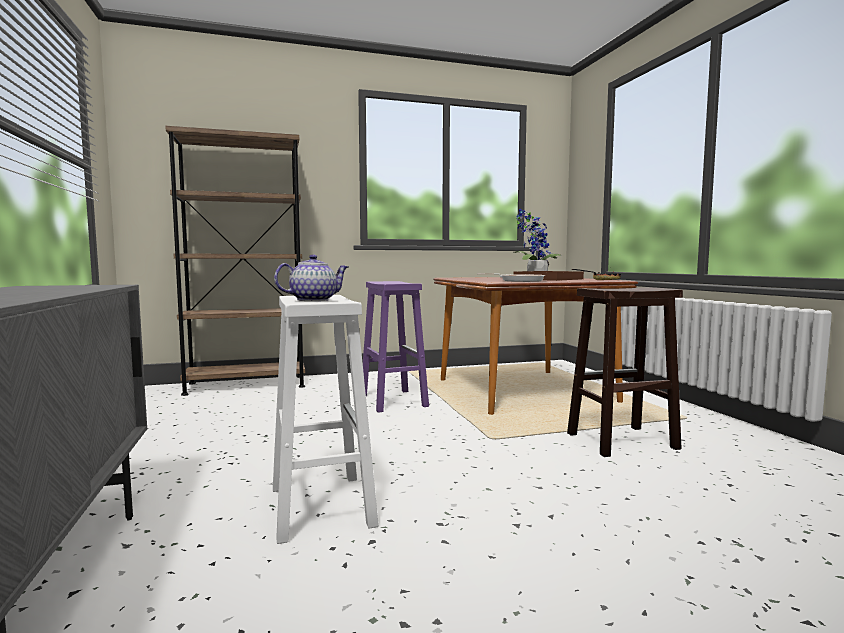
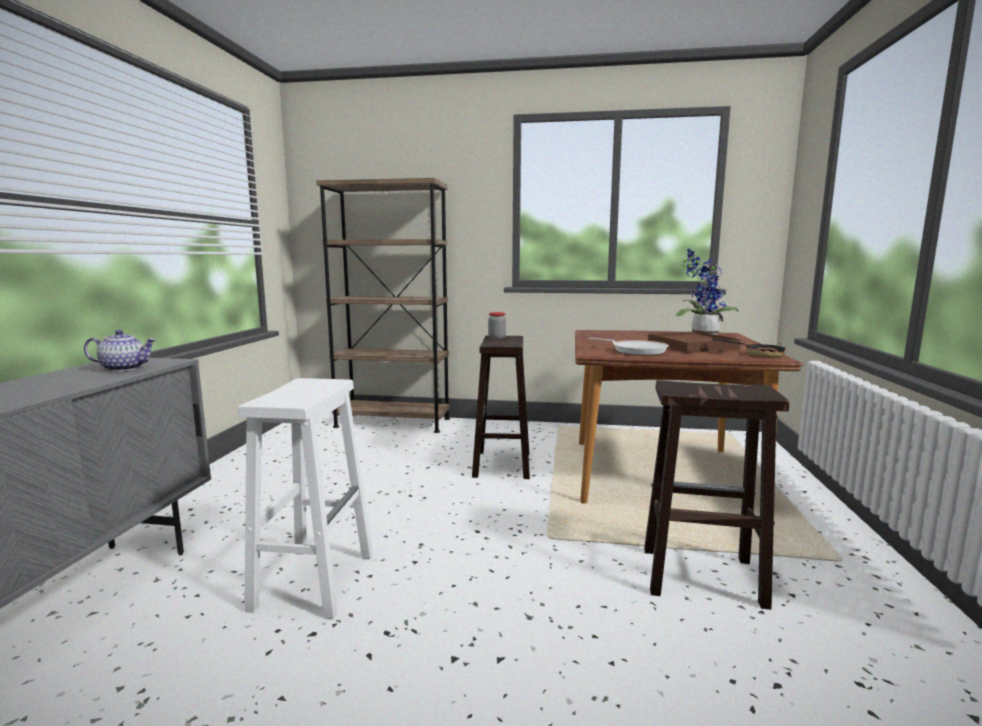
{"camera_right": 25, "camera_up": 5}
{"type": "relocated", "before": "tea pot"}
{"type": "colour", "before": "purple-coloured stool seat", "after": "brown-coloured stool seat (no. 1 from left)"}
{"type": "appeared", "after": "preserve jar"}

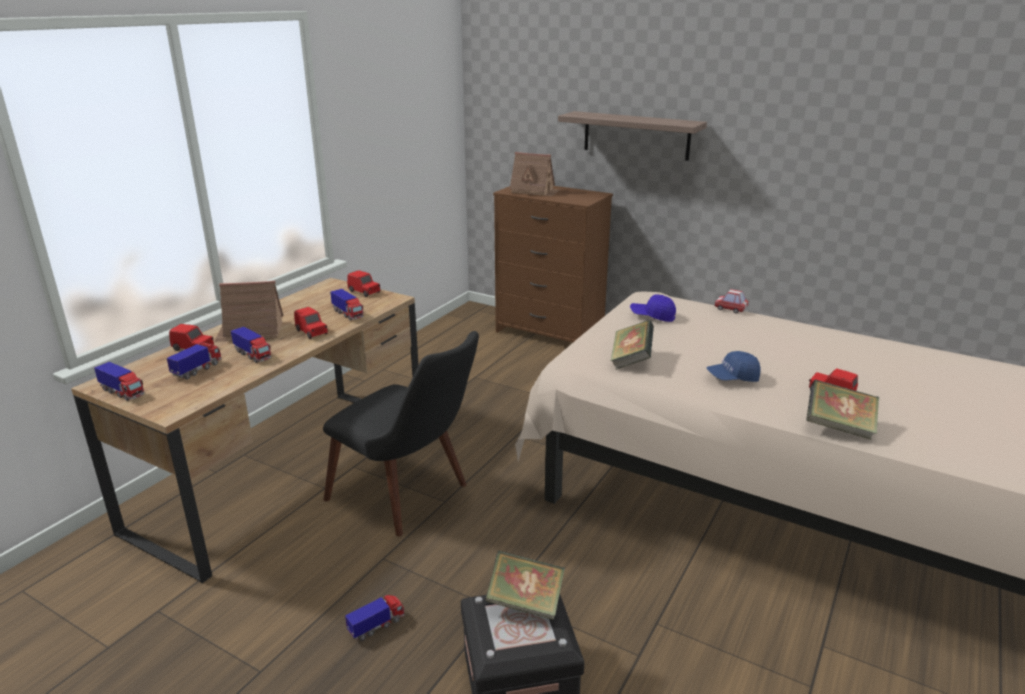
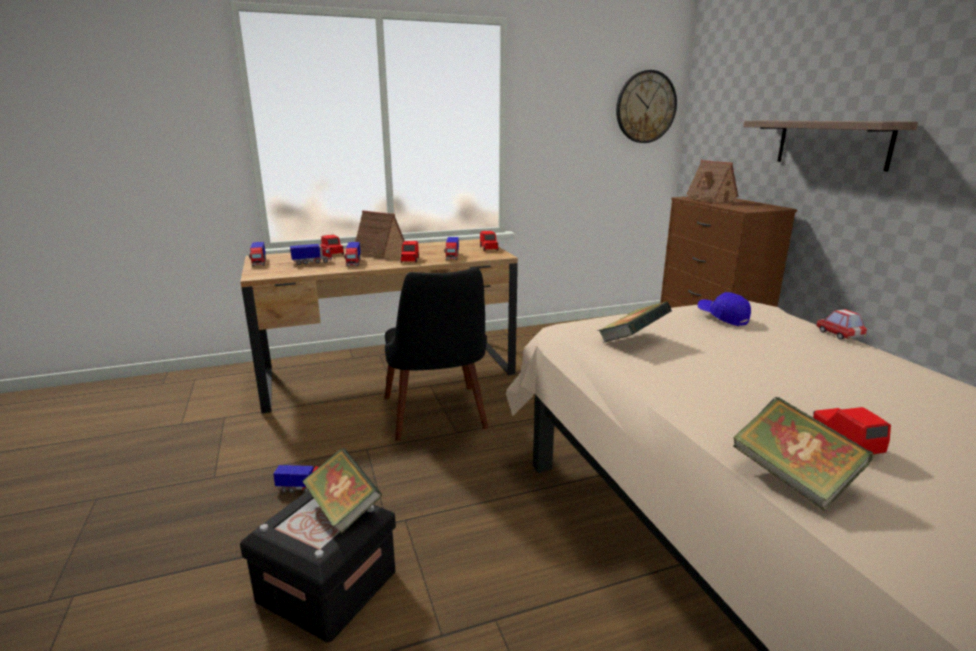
{"camera_right": 40, "camera_up": -5}
{"type": "missing", "before": "bluish cap (no. 2 from left)"}
{"type": "appeared", "after": "hanging clock"}

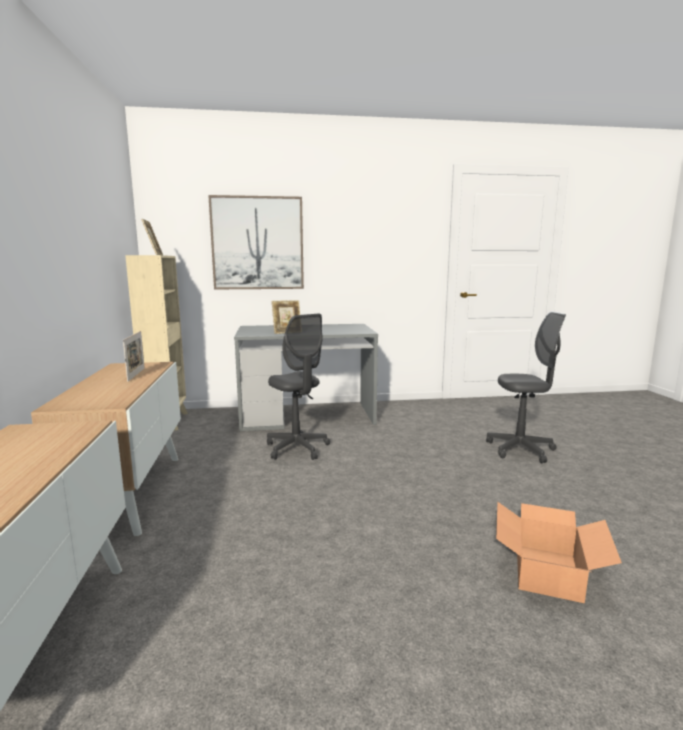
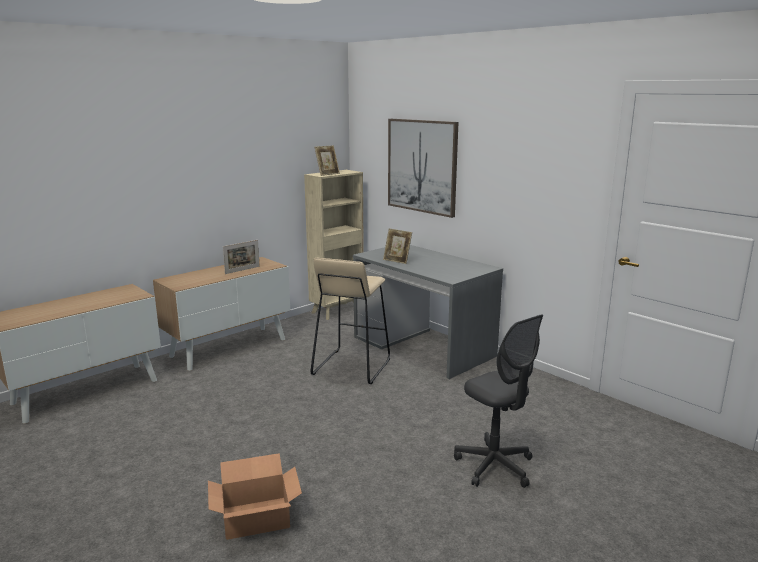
{"camera_right": 55, "camera_up": 5}
{"type": "exchanged", "before": "gray office chair (no. 1 from left)", "after": "beige stool seat"}

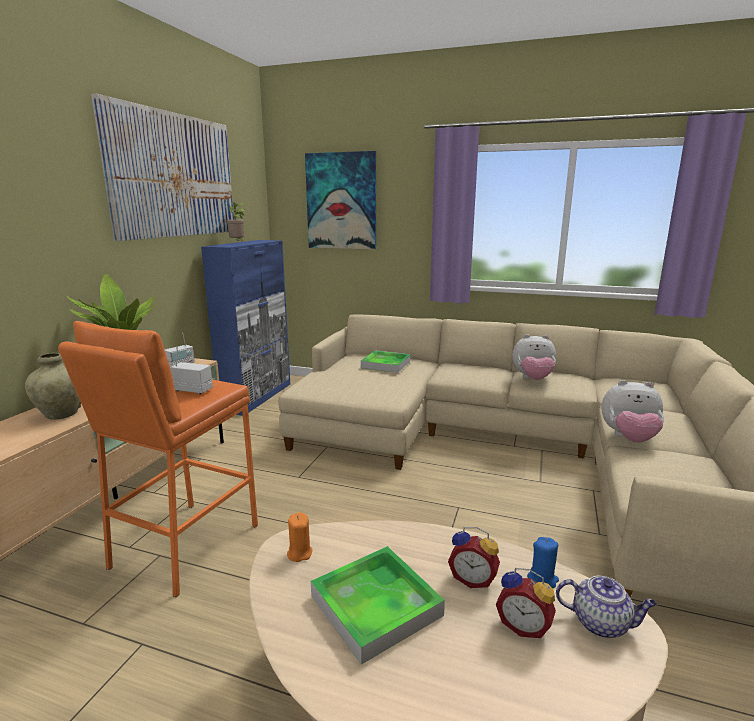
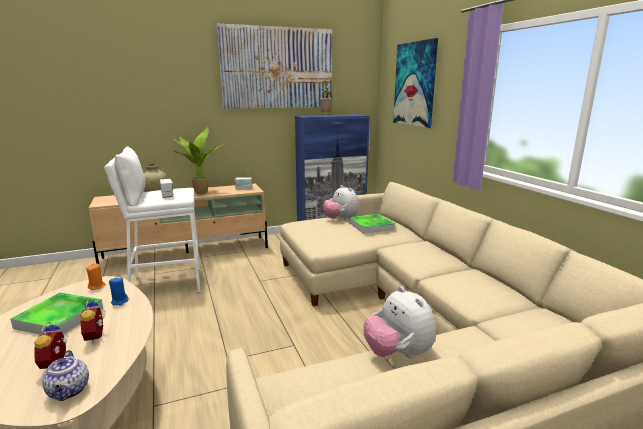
{"camera_right": 50, "camera_up": 0}
{"type": "colour", "before": "orange-coloured stool seat", "after": "white-coloured stool seat"}
{"type": "relocated", "before": "cuddly toy (no. 1 from left)"}
{"type": "relocated", "before": "bluish candle"}

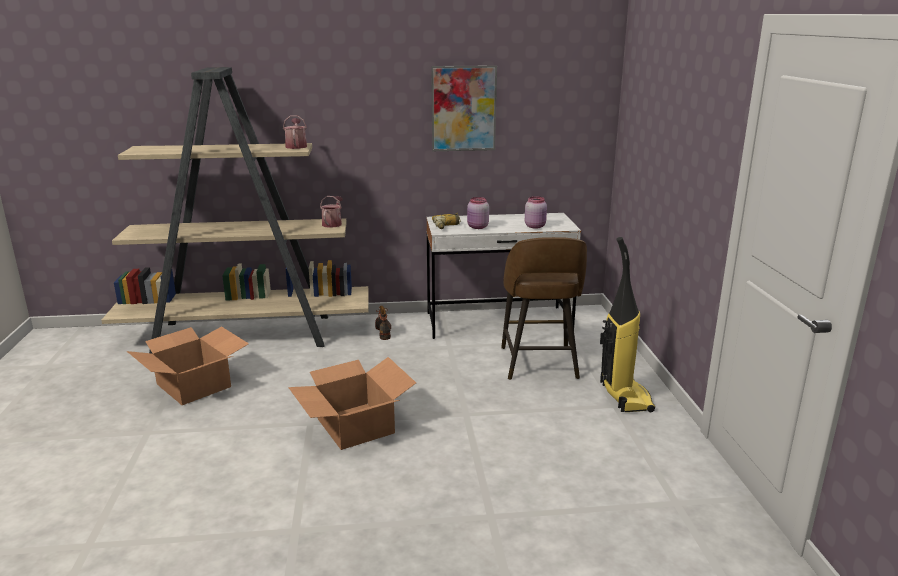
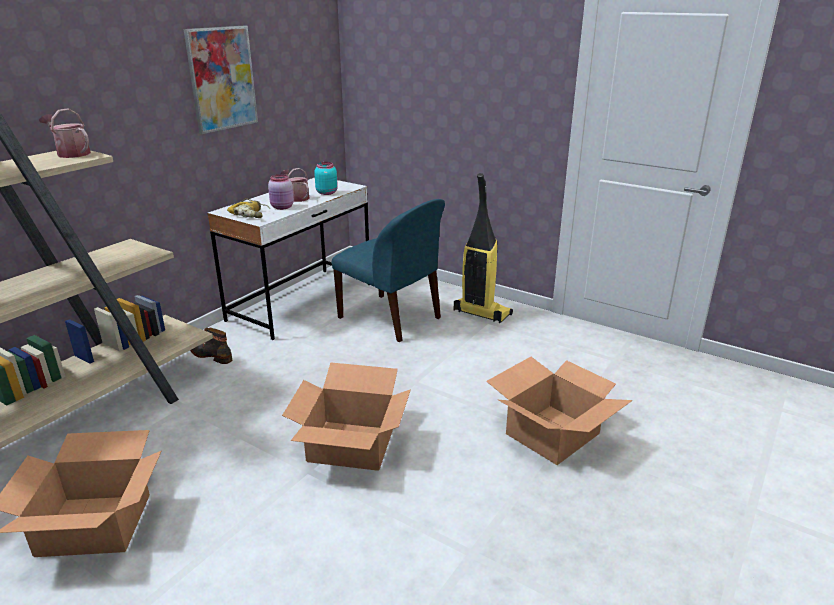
{"camera_right": -50, "camera_up": 5}
{"type": "relocated", "before": "watering can (no. 2 from left)"}
{"type": "colour", "before": "pinkish preserve jar (no. 2 from left)", "after": "turquoise preserve jar"}
{"type": "exchanged", "before": "brown-coloured stool seat", "after": "bluish plain chair"}
{"type": "appeared", "after": "cardboard box (no. 3 from left)"}

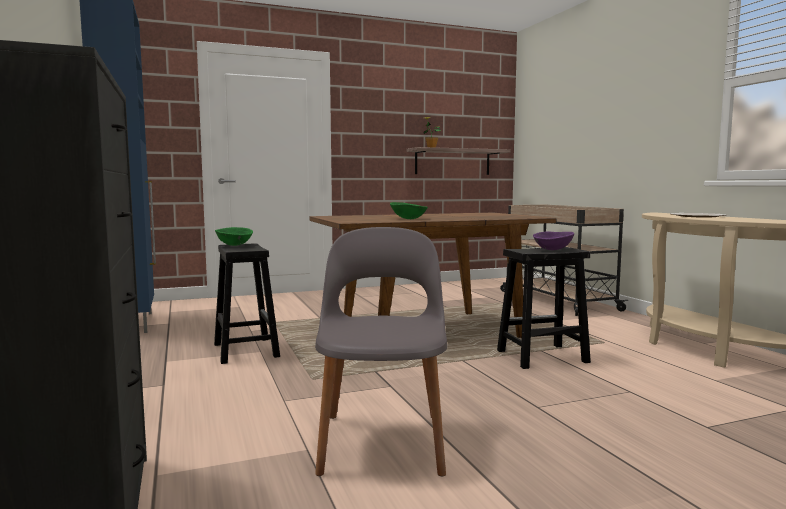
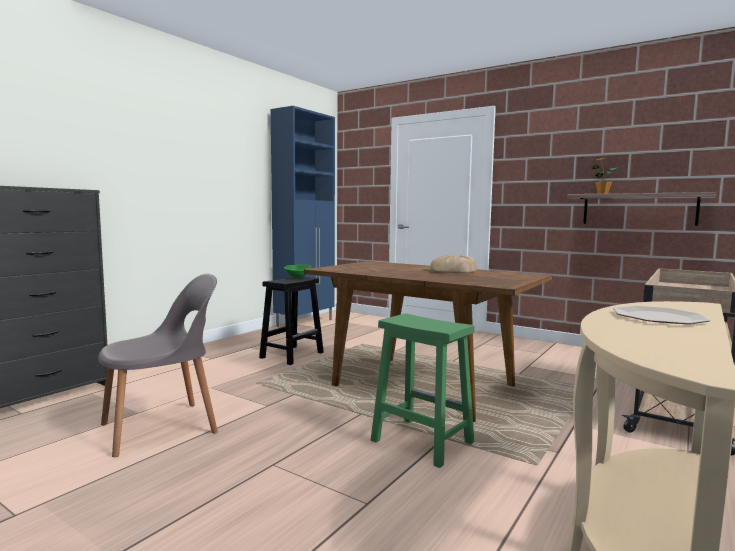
{"camera_right": 55, "camera_up": 0}
{"type": "missing", "before": "greenish bowl (no. 2 from left)"}
{"type": "missing", "before": "purple-coloured bowl"}
{"type": "colour", "before": "blackish stool seat (no. 2 from left)", "after": "greenish stool seat"}
{"type": "appeared", "after": "bakery bread"}

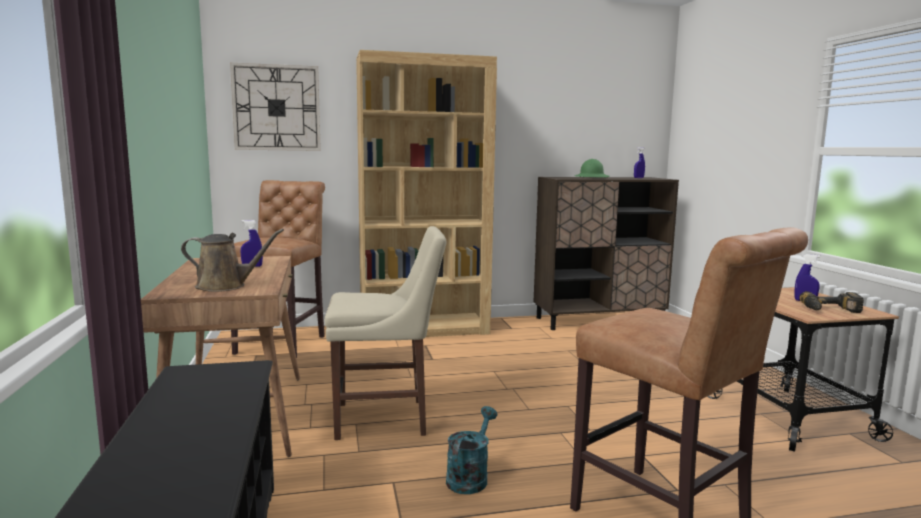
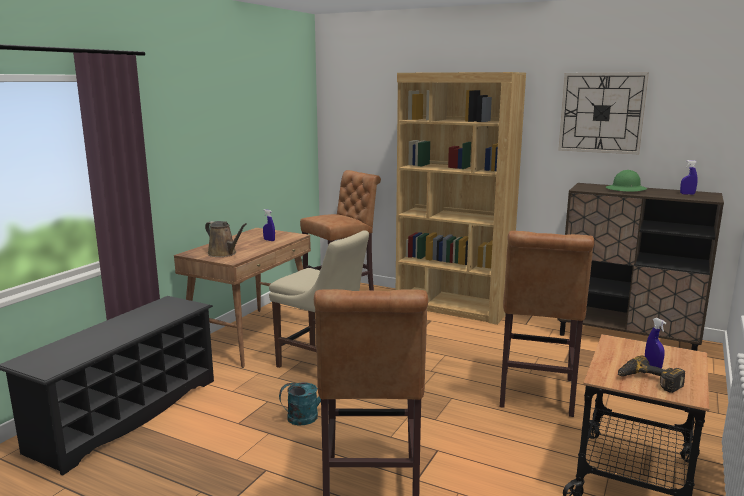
{"camera_right": 40, "camera_up": 5}
{"type": "relocated", "before": "hanging clock"}
{"type": "appeared", "after": "brown-coloured stool seat (no. 3 from left)"}

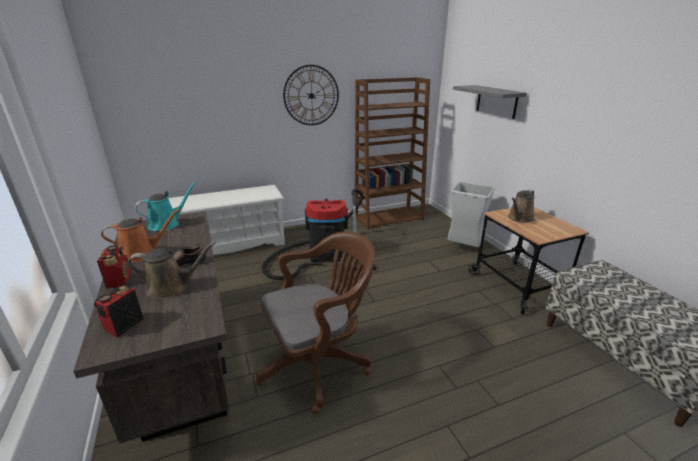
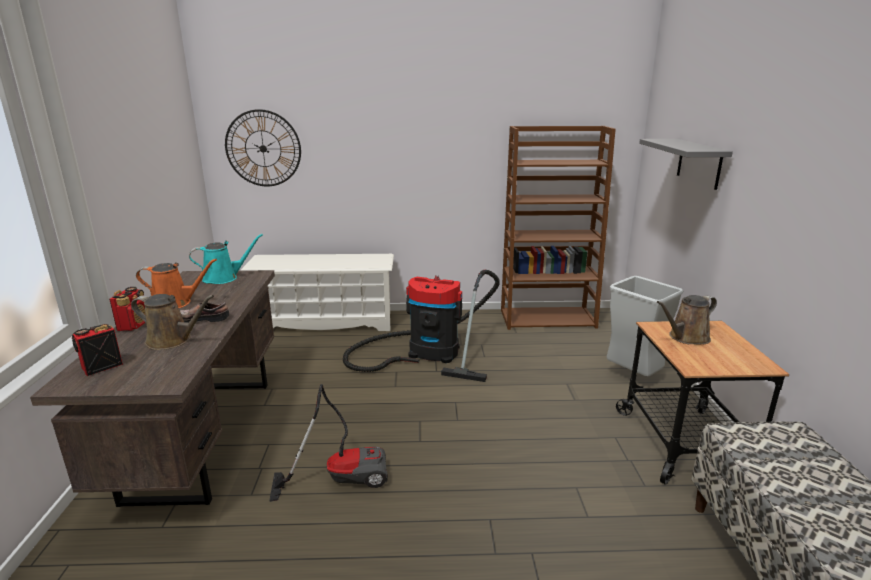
{"camera_right": 20, "camera_up": -5}
{"type": "relocated", "before": "hanging clock"}
{"type": "exchanged", "before": "brown-coloured office chair", "after": "vacuum cleaner (no. 1 from left)"}

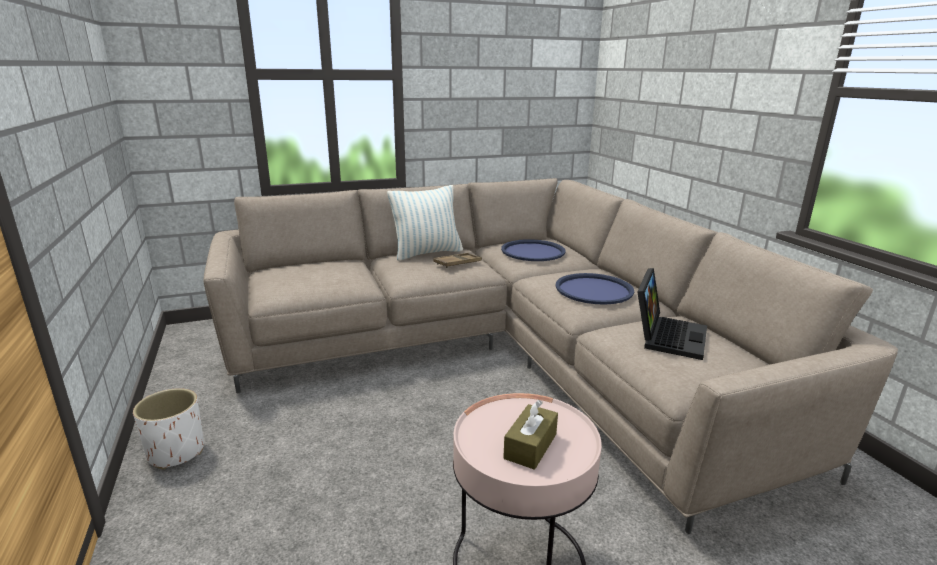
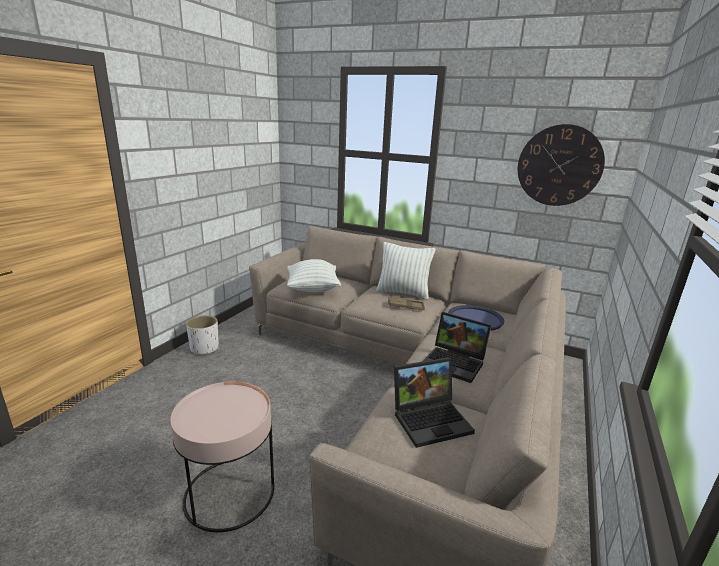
{"camera_right": 45, "camera_up": 0}
{"type": "exchanged", "before": "bluish carrying tray (no. 2 from left)", "after": "portable computer (no. 2 from left)"}
{"type": "missing", "before": "brown-coloured tissue holder"}
{"type": "appeared", "after": "hanging clock"}
{"type": "appeared", "after": "pillow (no. 1 from left)"}

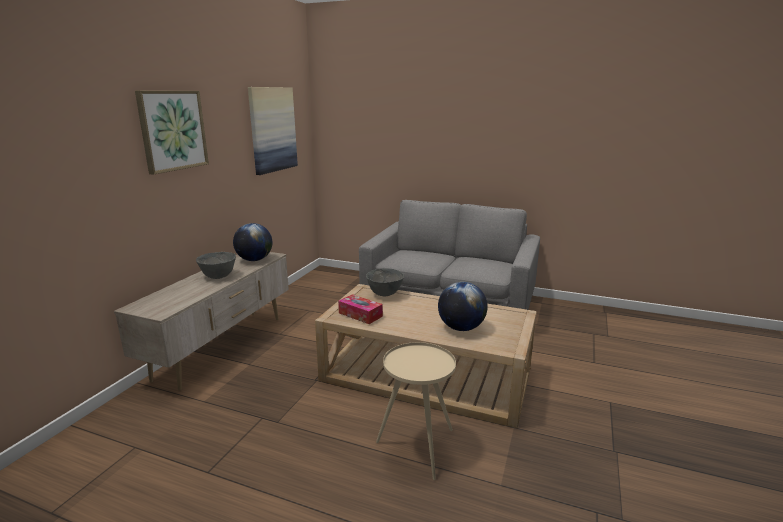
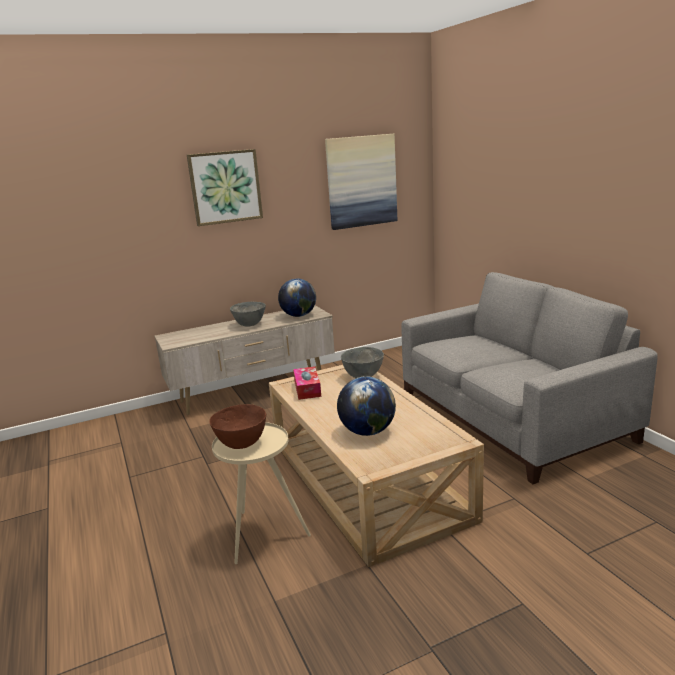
{"camera_right": 45, "camera_up": 0}
{"type": "appeared", "after": "brown-coloured bowl"}

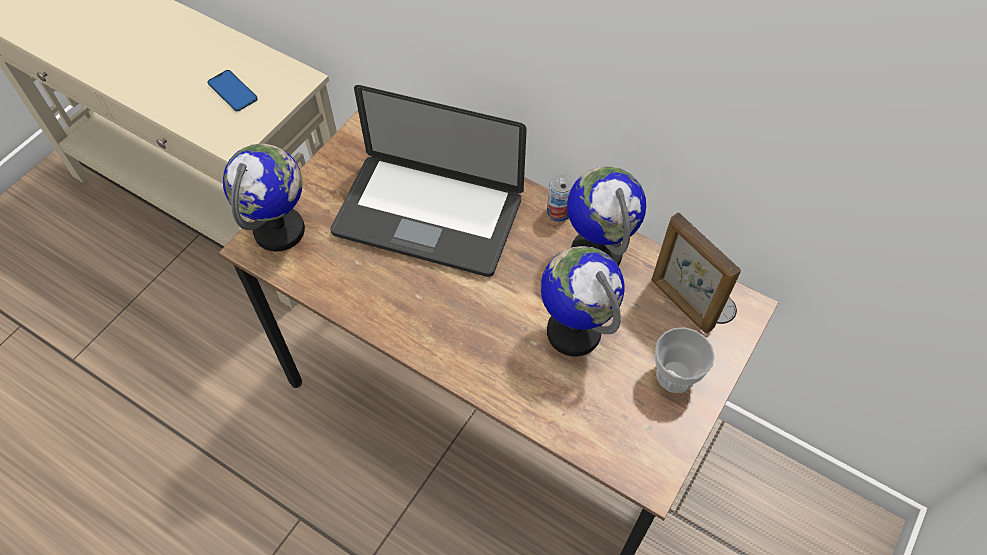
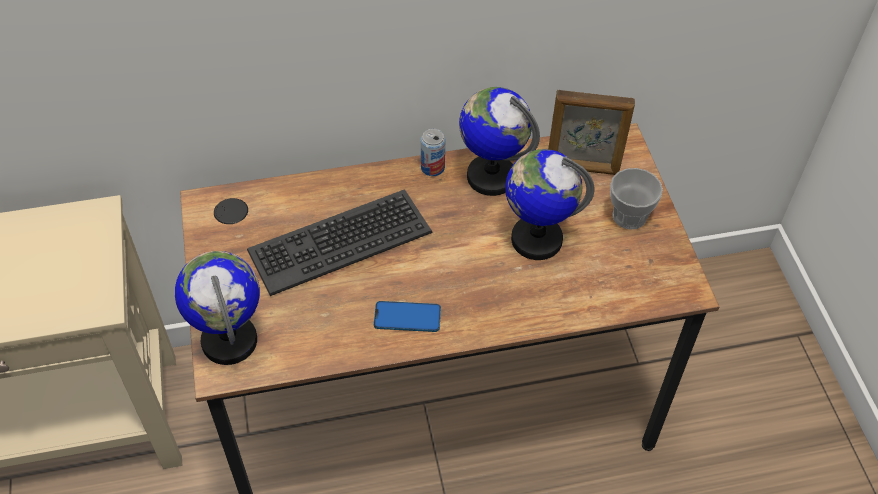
{"camera_right": -45, "camera_up": -5}
{"type": "relocated", "before": "telephone"}
{"type": "exchanged", "before": "portable computer", "after": "PC keyboard"}

